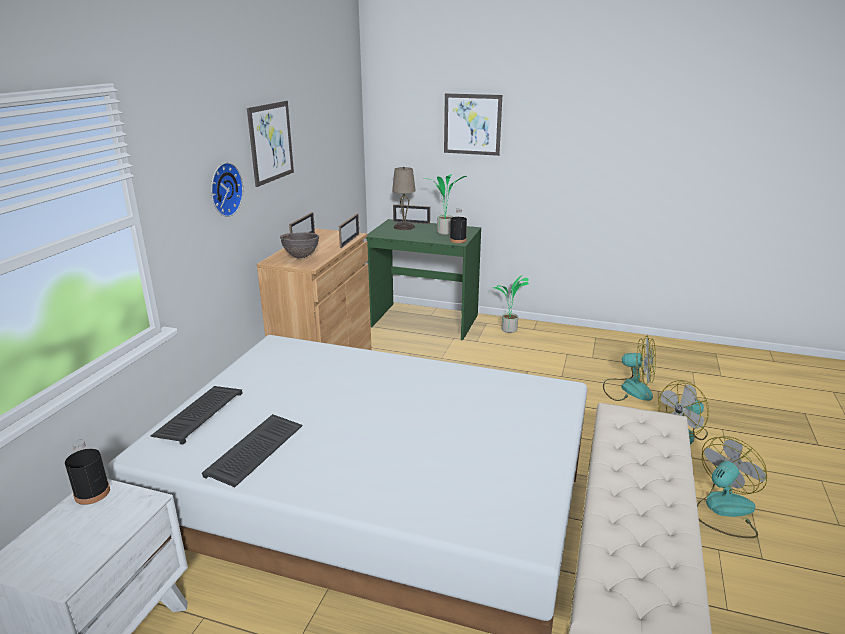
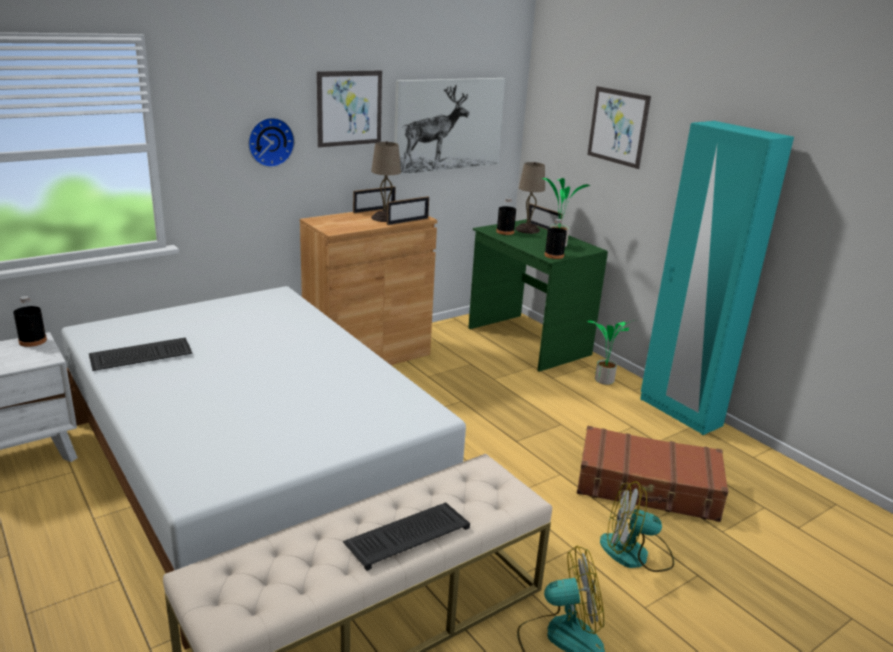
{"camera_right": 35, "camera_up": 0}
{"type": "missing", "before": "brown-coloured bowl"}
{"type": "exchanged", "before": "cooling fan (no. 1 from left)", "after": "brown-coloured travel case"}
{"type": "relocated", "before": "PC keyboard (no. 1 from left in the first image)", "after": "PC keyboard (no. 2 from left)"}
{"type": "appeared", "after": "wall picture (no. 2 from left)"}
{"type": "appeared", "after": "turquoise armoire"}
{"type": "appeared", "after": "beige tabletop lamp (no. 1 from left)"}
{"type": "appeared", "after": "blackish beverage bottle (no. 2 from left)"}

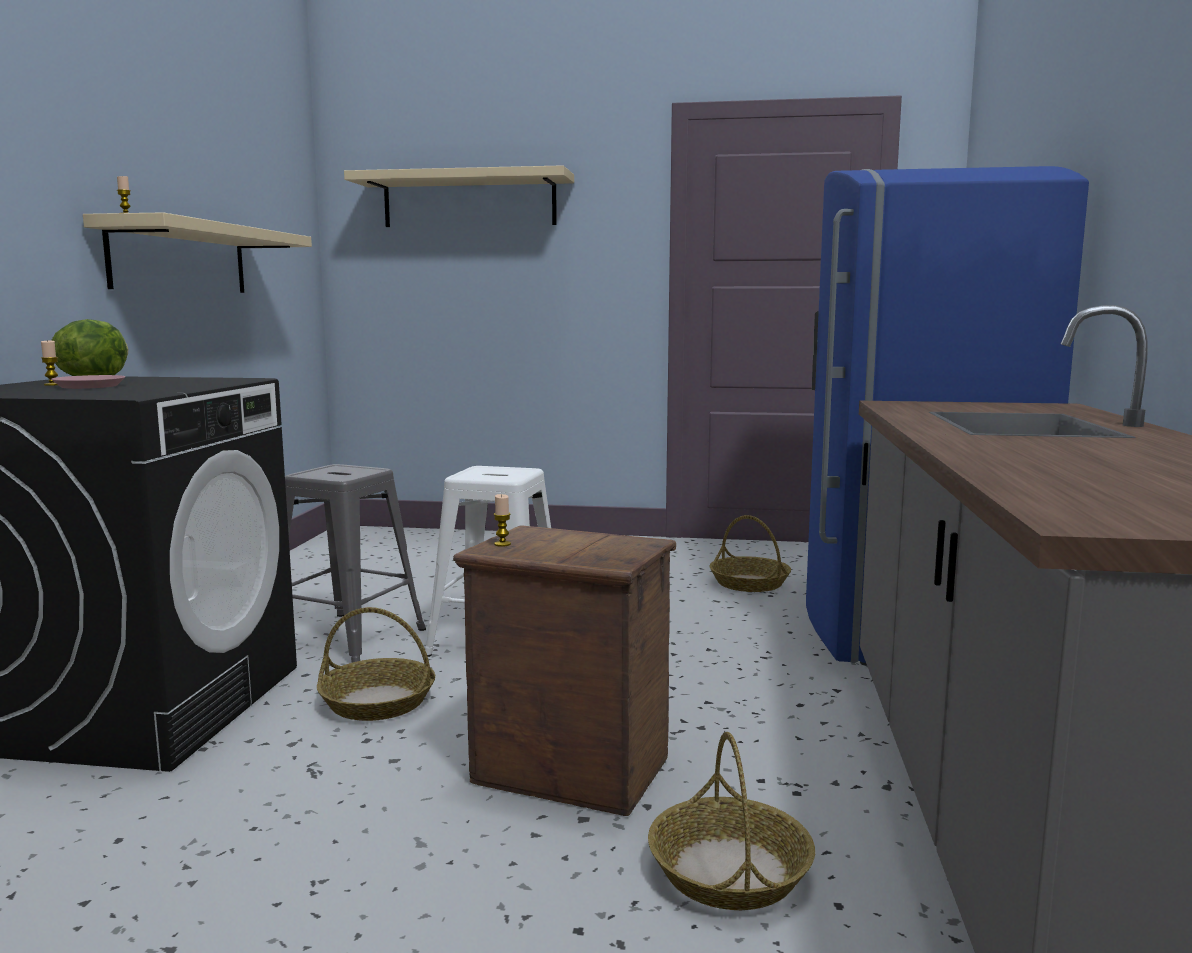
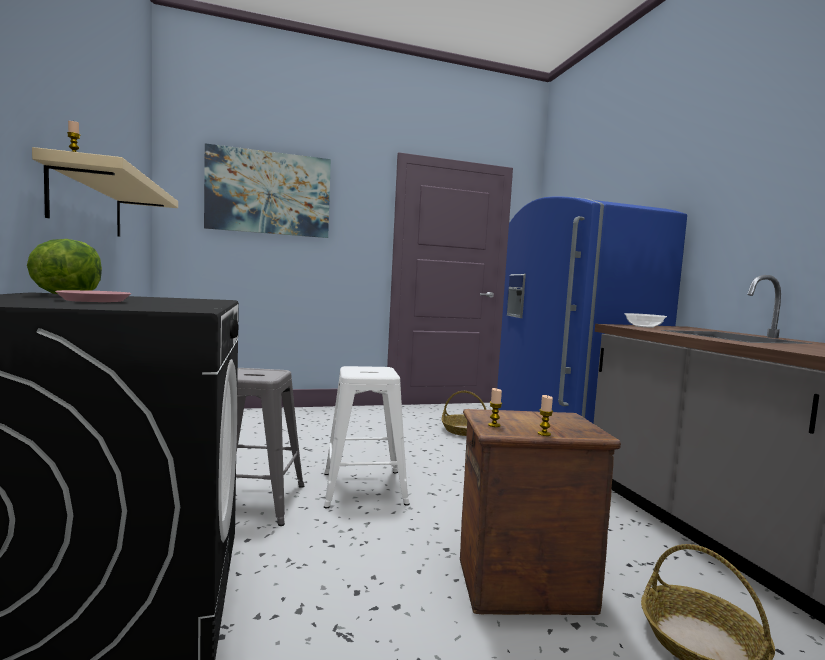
{"camera_right": -25, "camera_up": -5}
{"type": "exchanged", "before": "beige shelf (no. 2 from left)", "after": "wall picture"}
{"type": "relocated", "before": "candle (no. 1 from left in the first image)", "after": "candle (no. 3 from left)"}
{"type": "missing", "before": "basket (no. 1 from left)"}
{"type": "appeared", "after": "bowl"}

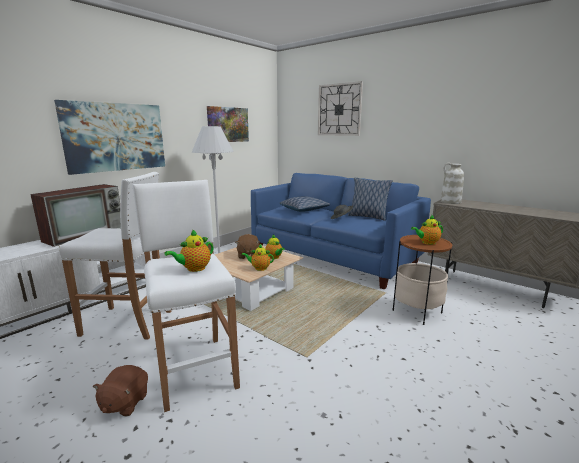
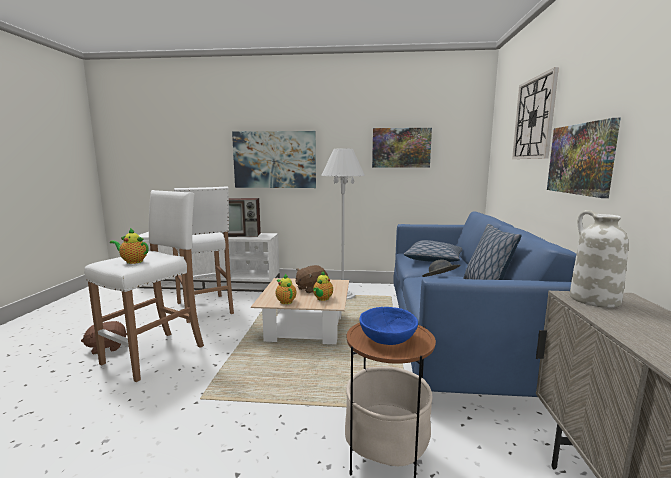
{"camera_right": 55, "camera_up": -5}
{"type": "exchanged", "before": "tea pot (no. 4 from left)", "after": "bluish bowl"}
{"type": "appeared", "after": "wall picture (no. 3 from left)"}

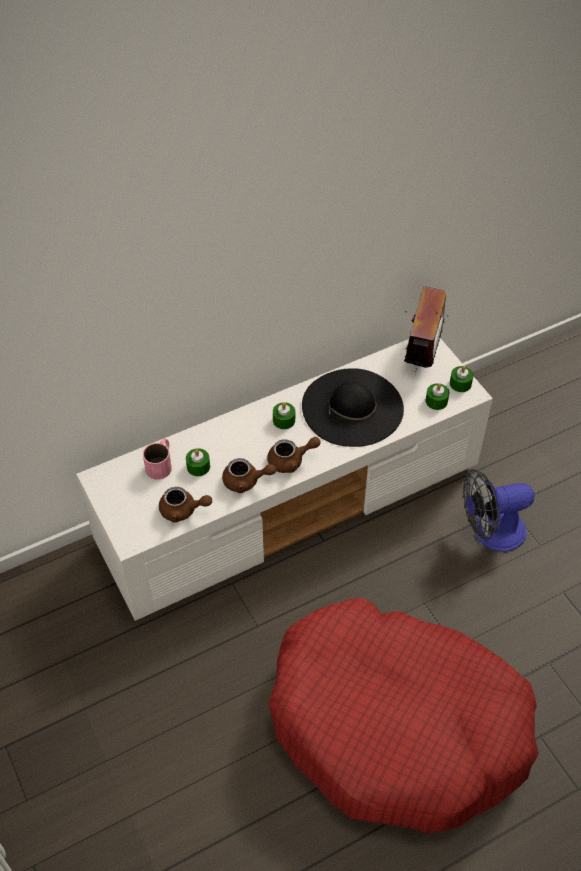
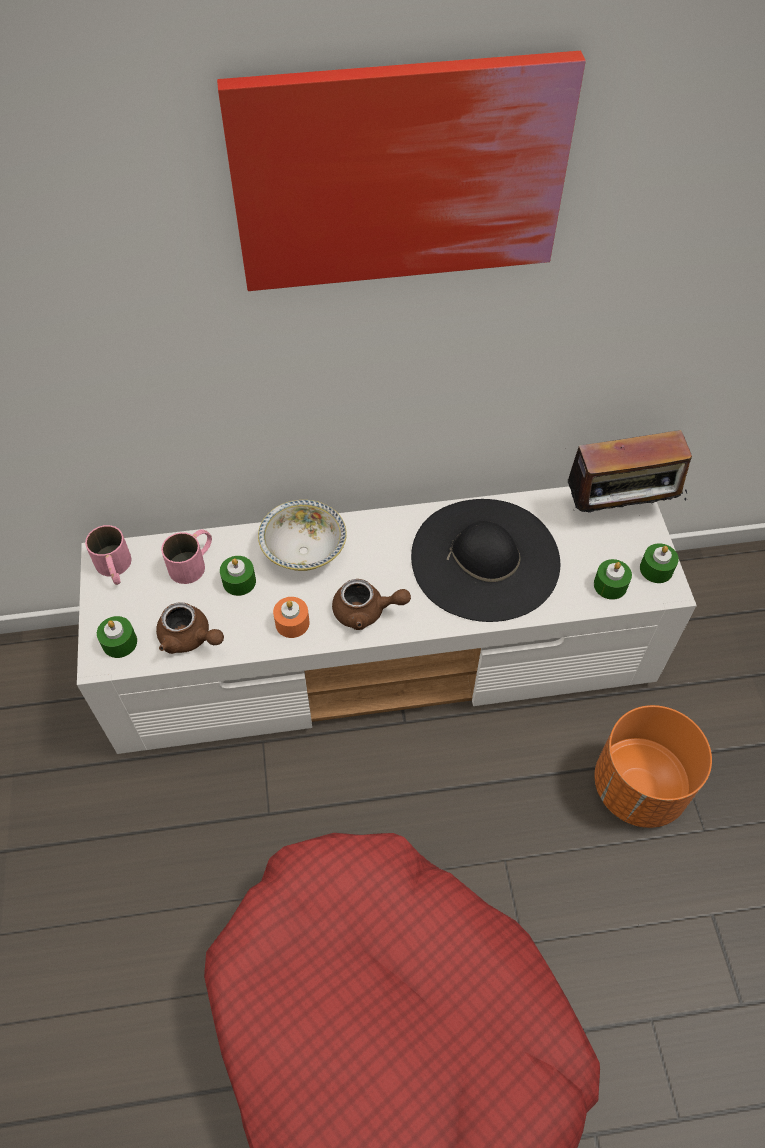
{"camera_right": 20, "camera_up": 5}
{"type": "spun", "before": "radio", "turn": 45}
{"type": "relocated", "before": "greenish candle (no. 2 from left in the first image)", "after": "greenish candle (no. 1 from left)"}
{"type": "exchanged", "before": "brown-coloured tea pot (no. 2 from left)", "after": "orange-coloured candle"}
{"type": "exchanged", "before": "cooling fan", "after": "orange-coloured planter"}
{"type": "appeared", "after": "wall picture"}
{"type": "appeared", "after": "bowl"}
{"type": "appeared", "after": "pinkish tea mug (no. 1 from left)"}

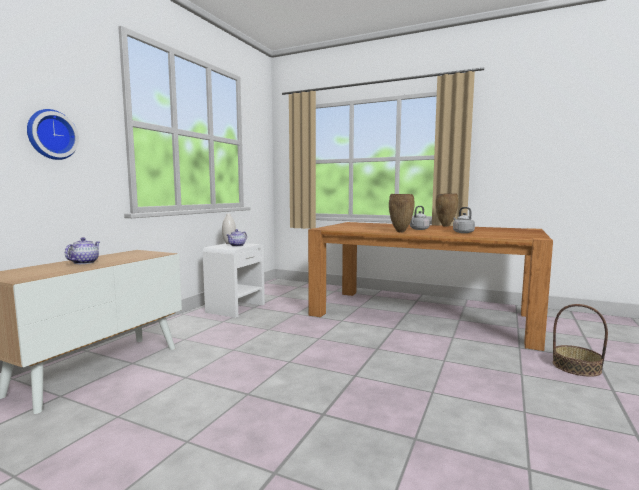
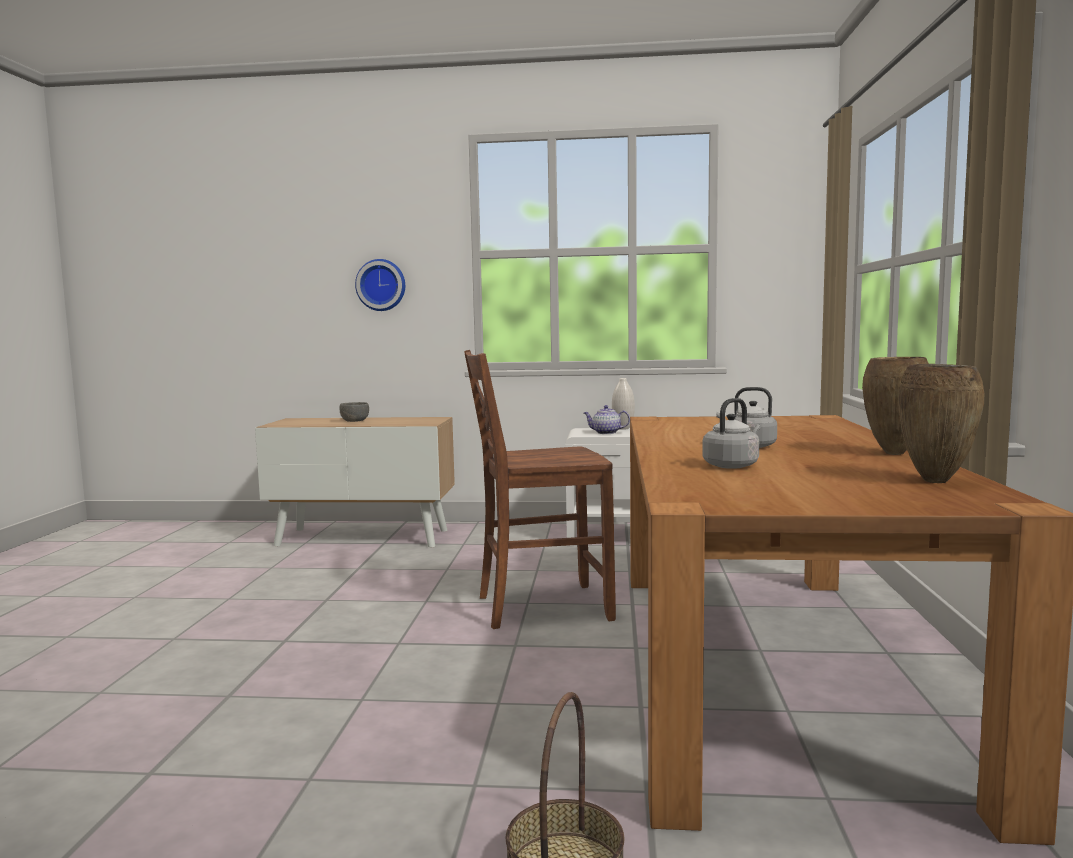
{"camera_right": 70, "camera_up": 0}
{"type": "relocated", "before": "brown-coloured vase (no. 1 from left in the first image)", "after": "brown-coloured vase (no. 2 from left)"}
{"type": "exchanged", "before": "tea pot (no. 1 from left)", "after": "gray bowl"}
{"type": "appeared", "after": "brown-coloured plain chair"}

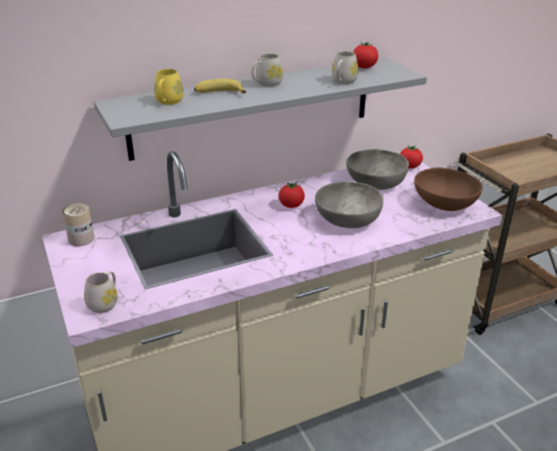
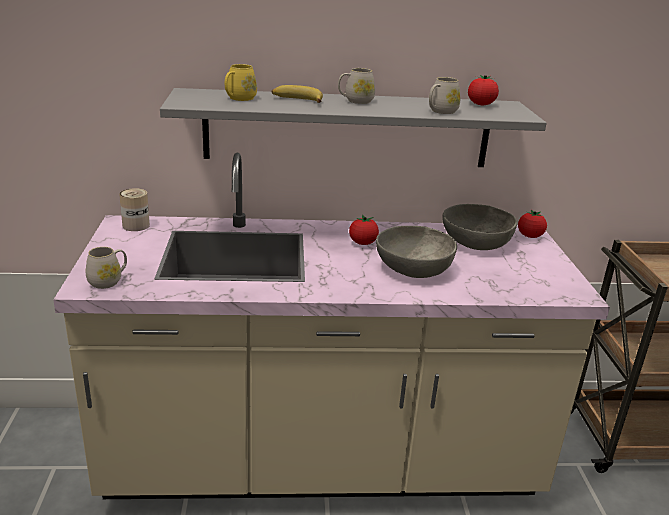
{"camera_right": 20, "camera_up": -5}
{"type": "missing", "before": "brown-coloured bowl"}

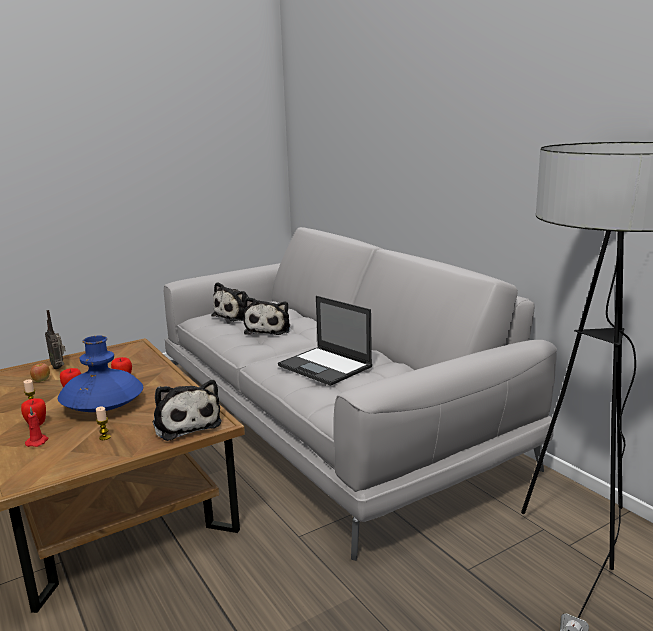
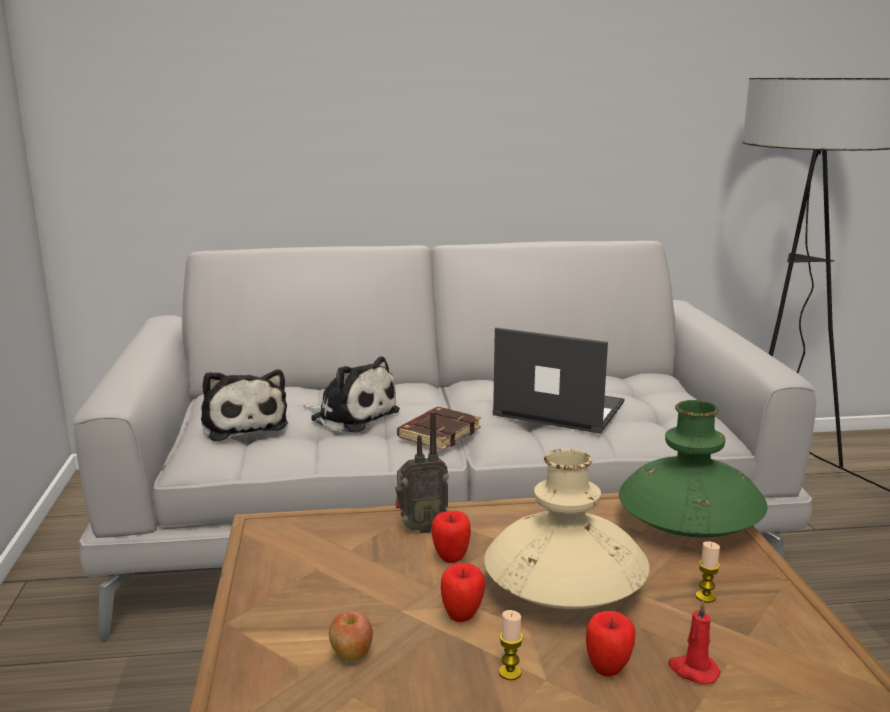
{"camera_right": -65, "camera_up": 0}
{"type": "spun", "before": "portable computer", "turn": -135}
{"type": "relocated", "before": "radio"}
{"type": "colour", "before": "bluish vase", "after": "beige vase"}
{"type": "exchanged", "before": "cuddly toy (no. 1 from left)", "after": "greenish vase"}
{"type": "appeared", "after": "brown-coloured volume"}

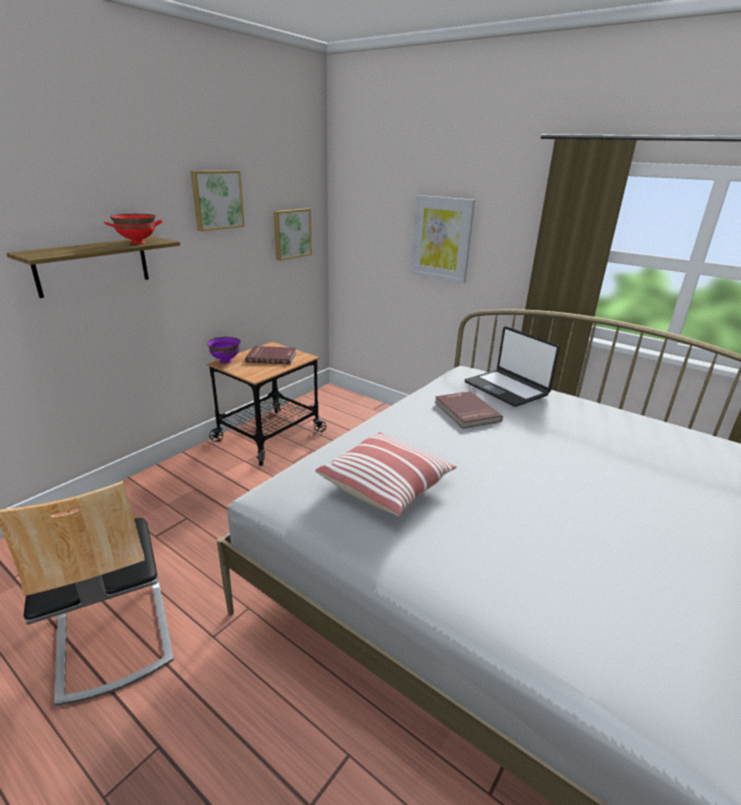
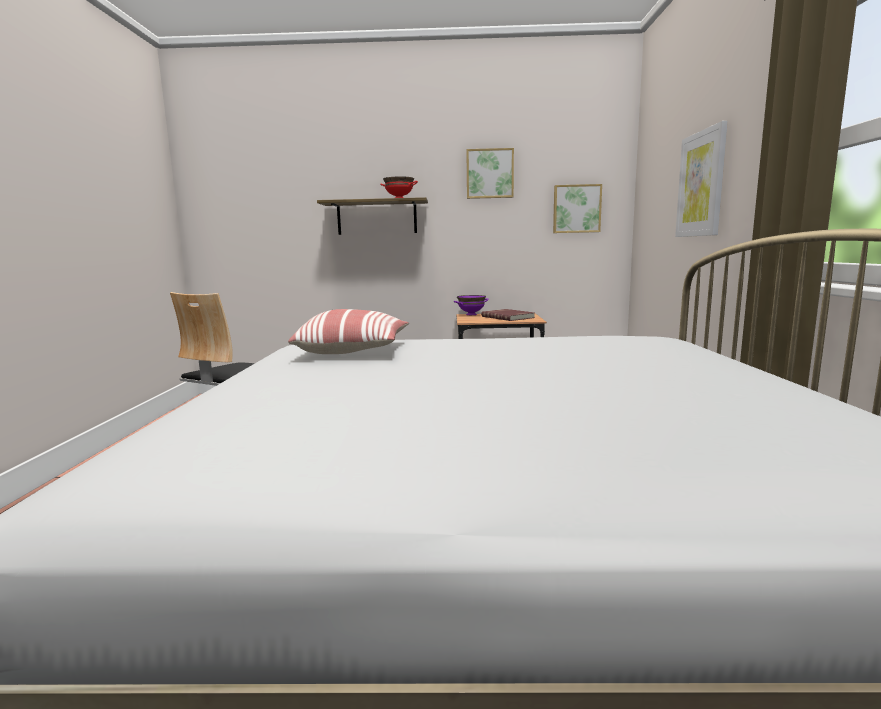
{"camera_right": 55, "camera_up": -15}
{"type": "missing", "before": "portable computer"}
{"type": "missing", "before": "red-coloured volume (no. 2 from left)"}

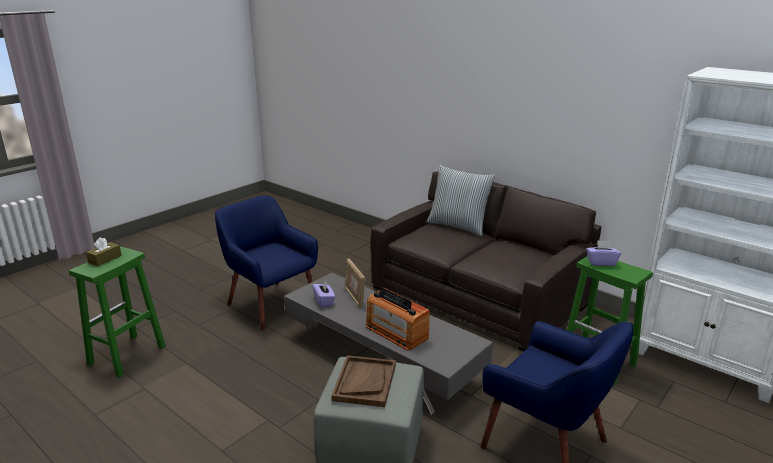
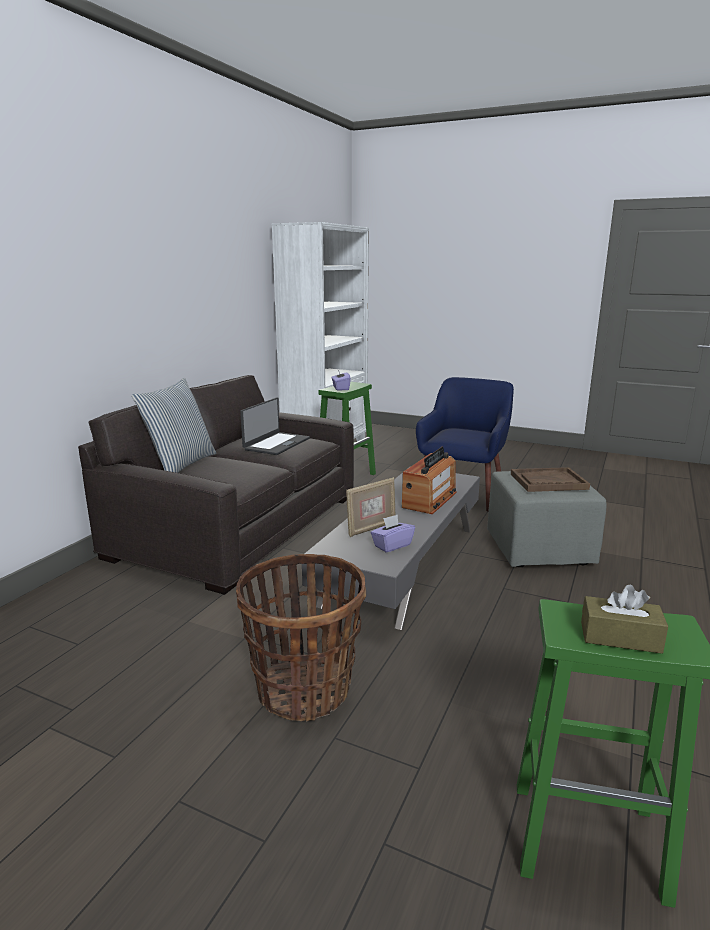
{"camera_right": -105, "camera_up": -5}
{"type": "exchanged", "before": "bluish armchair (no. 1 from left)", "after": "basket"}
{"type": "appeared", "after": "portable computer"}

